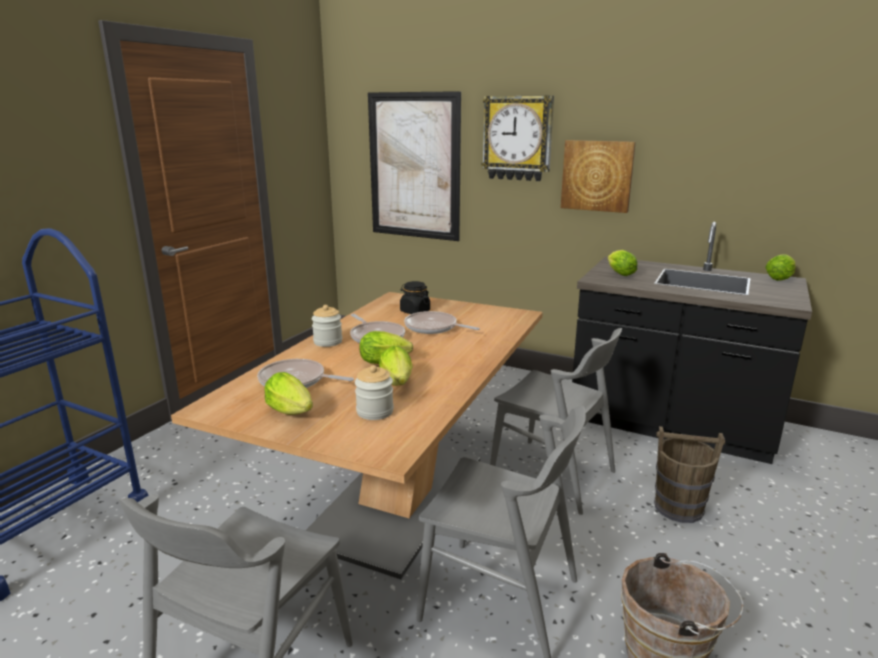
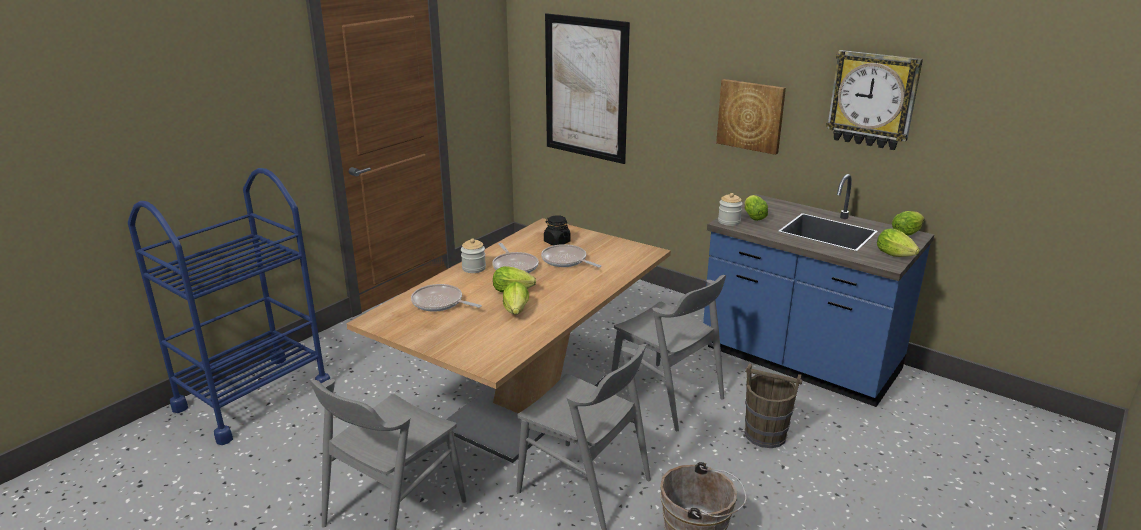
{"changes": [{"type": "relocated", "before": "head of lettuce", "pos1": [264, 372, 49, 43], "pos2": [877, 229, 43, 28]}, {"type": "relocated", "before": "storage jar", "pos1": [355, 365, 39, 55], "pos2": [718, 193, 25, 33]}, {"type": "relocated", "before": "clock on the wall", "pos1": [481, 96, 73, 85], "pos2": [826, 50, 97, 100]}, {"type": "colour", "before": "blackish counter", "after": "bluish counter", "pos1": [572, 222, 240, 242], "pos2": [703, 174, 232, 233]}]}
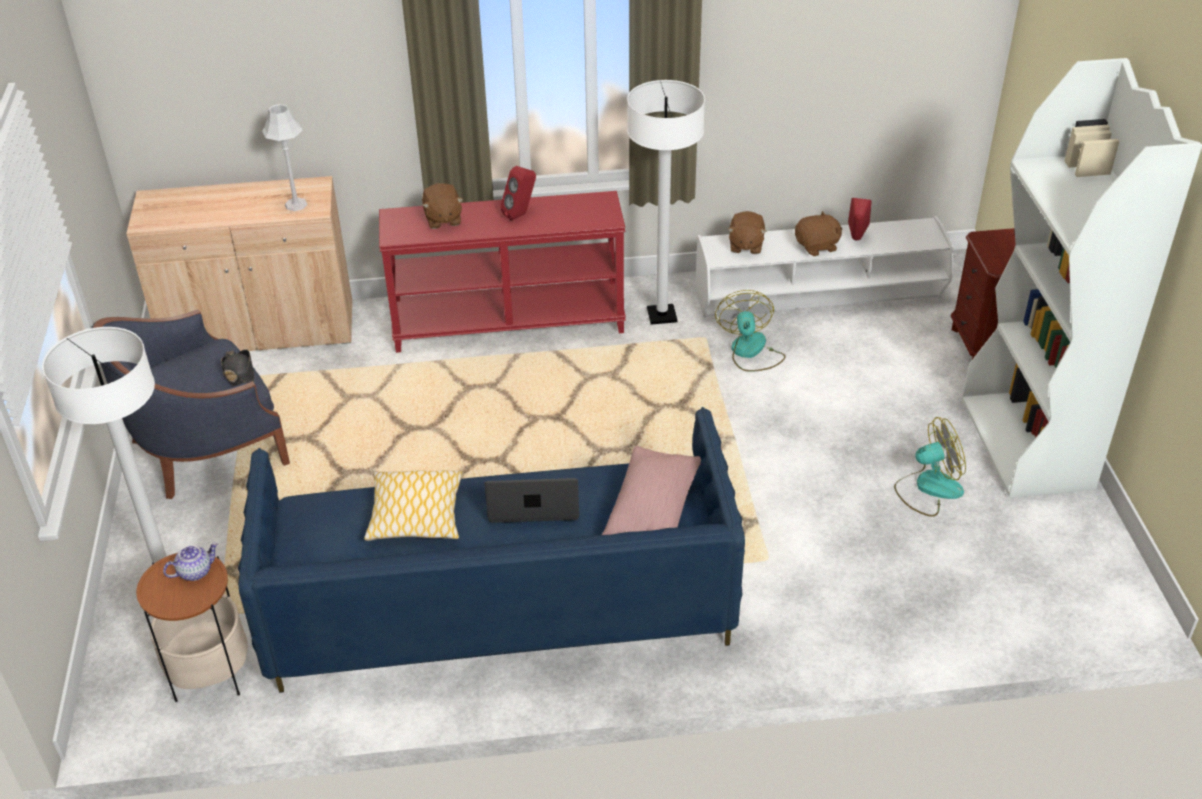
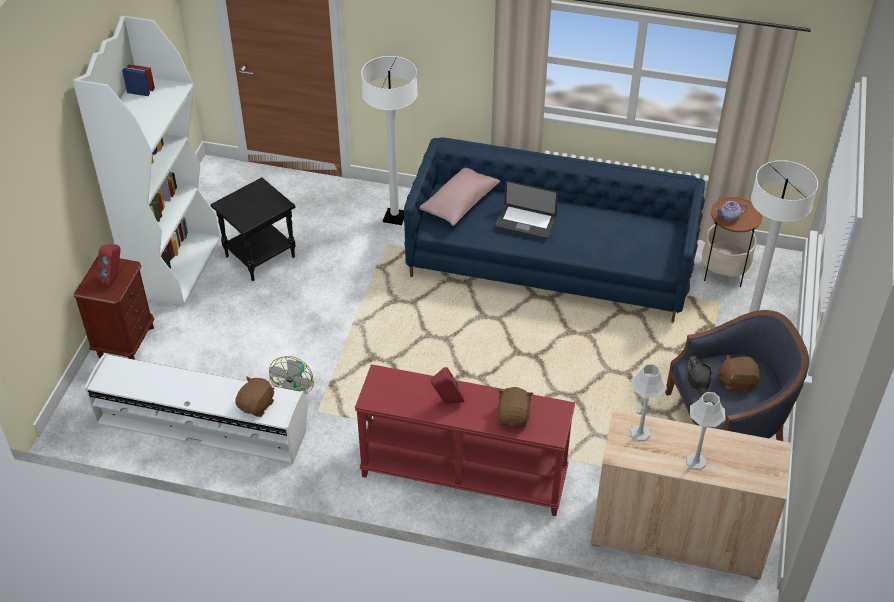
{"changes": [{"type": "missing", "before": "pillow", "pos1": [364, 470, 99, 71]}, {"type": "relocated", "before": "white standard lamp", "pos1": [627, 80, 78, 245], "pos2": [361, 56, 57, 169]}, {"type": "relocated", "before": "brownish cuddly toy", "pos1": [795, 211, 47, 45], "pos2": [716, 354, 44, 38]}, {"type": "relocated", "before": "red loudspeaker", "pos1": [848, 198, 24, 42], "pos2": [96, 244, 24, 42]}, {"type": "exchanged", "before": "electric fan", "after": "blackish accent table", "pos1": [894, 417, 72, 100], "pos2": [210, 177, 86, 104]}, {"type": "appeared", "after": "grey lamp for a table", "pos2": [686, 392, 39, 78]}]}
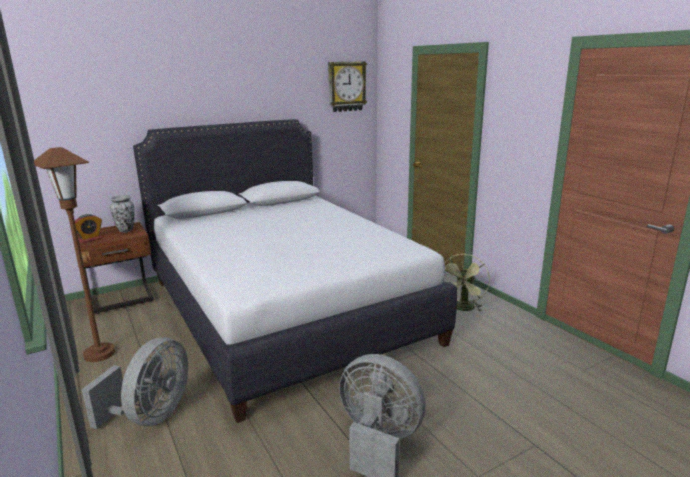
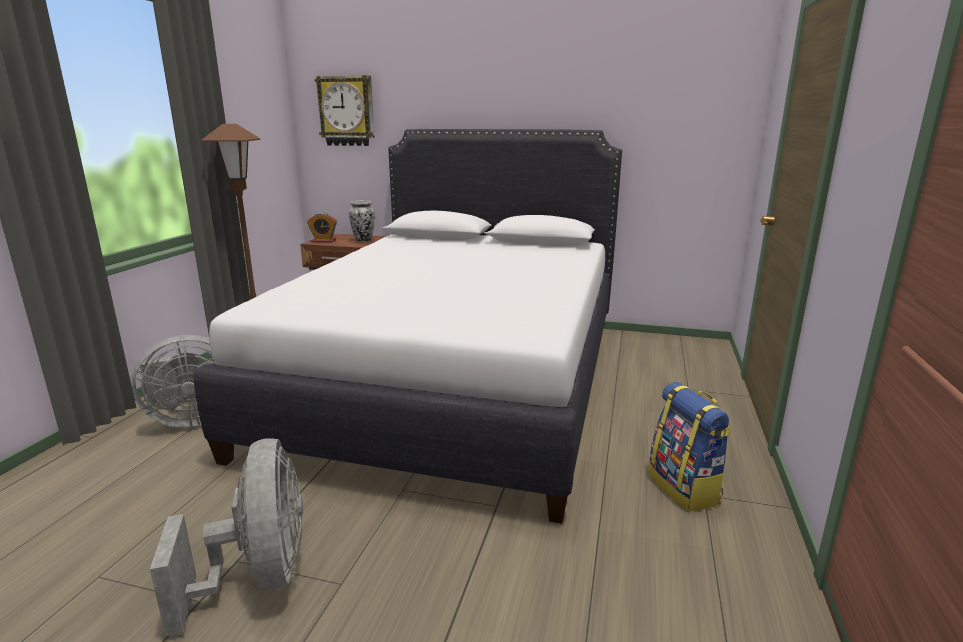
{"changes": [{"type": "relocated", "before": "clock on the wall", "pos1": [328, 62, 39, 50], "pos2": [315, 75, 60, 71]}, {"type": "exchanged", "before": "green electric fan", "after": "rucksack", "pos1": [445, 254, 45, 57], "pos2": [648, 382, 83, 130]}]}
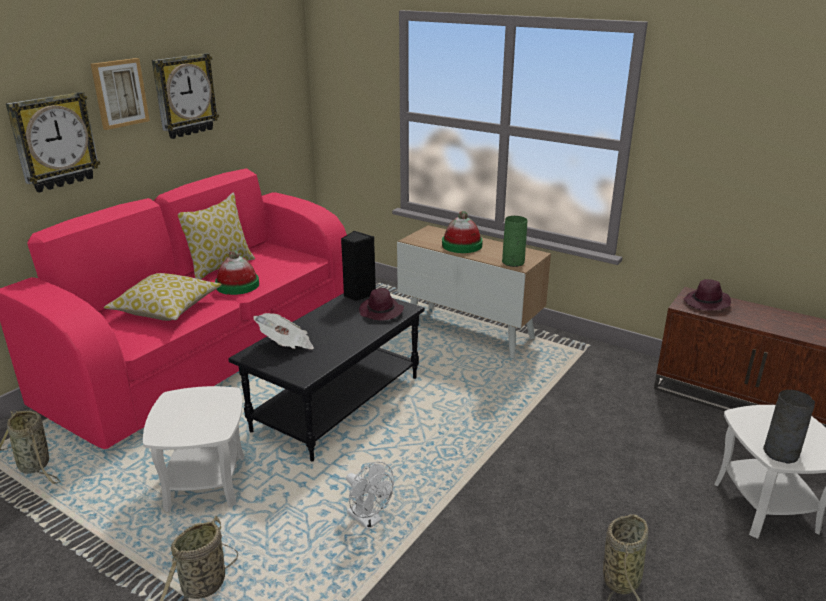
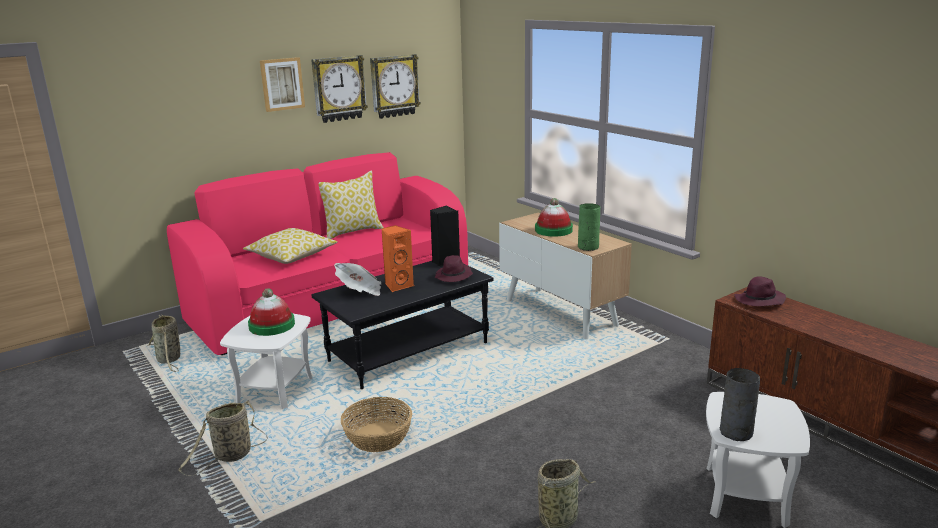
{"changes": [{"type": "relocated", "before": "clock on the wall", "pos1": [6, 92, 95, 101], "pos2": [370, 54, 51, 65]}, {"type": "relocated", "before": "hat", "pos1": [215, 250, 44, 45], "pos2": [248, 288, 47, 48]}, {"type": "exchanged", "before": "white electric fan", "after": "storage basket", "pos1": [346, 461, 48, 69], "pos2": [341, 397, 71, 55]}, {"type": "appeared", "after": "orange-coloured loudspeaker", "pos2": [381, 225, 33, 67]}]}
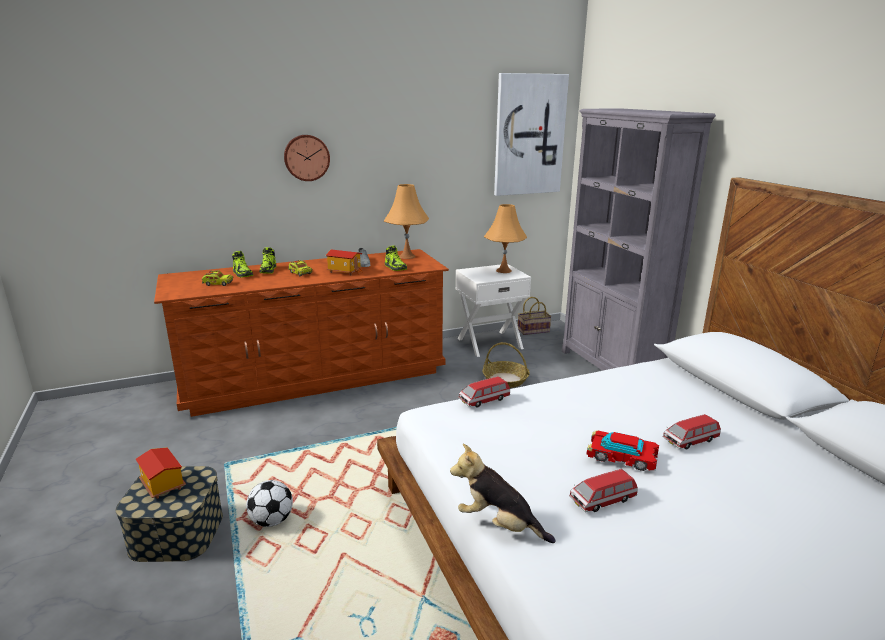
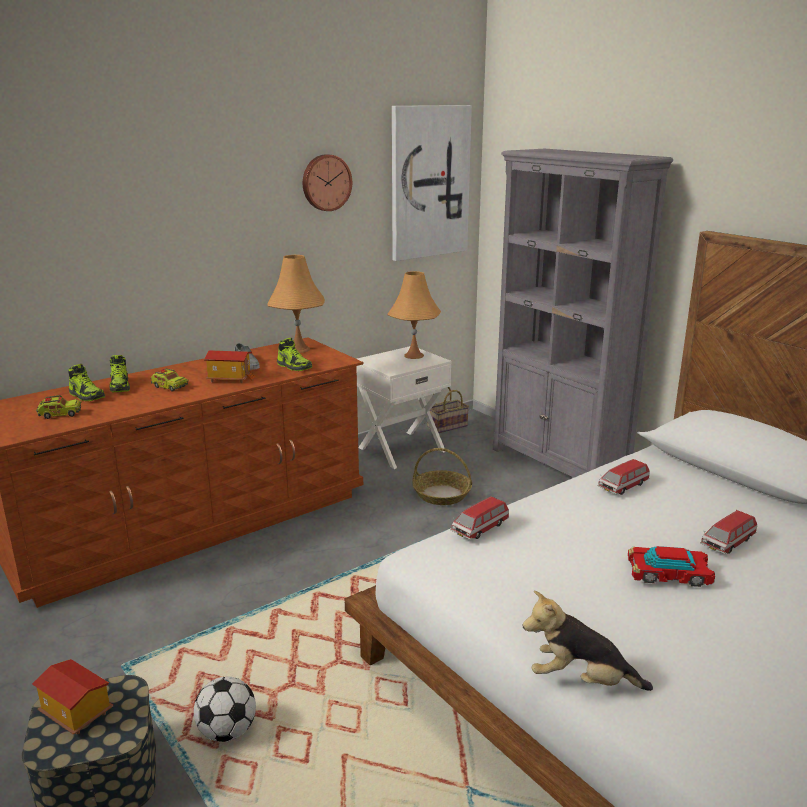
{"changes": [{"type": "relocated", "before": "clock on the wall", "pos1": [284, 135, 46, 46], "pos2": [303, 154, 49, 57]}, {"type": "relocated", "before": "toy car", "pos1": [569, 469, 69, 43], "pos2": [598, 459, 52, 36]}]}
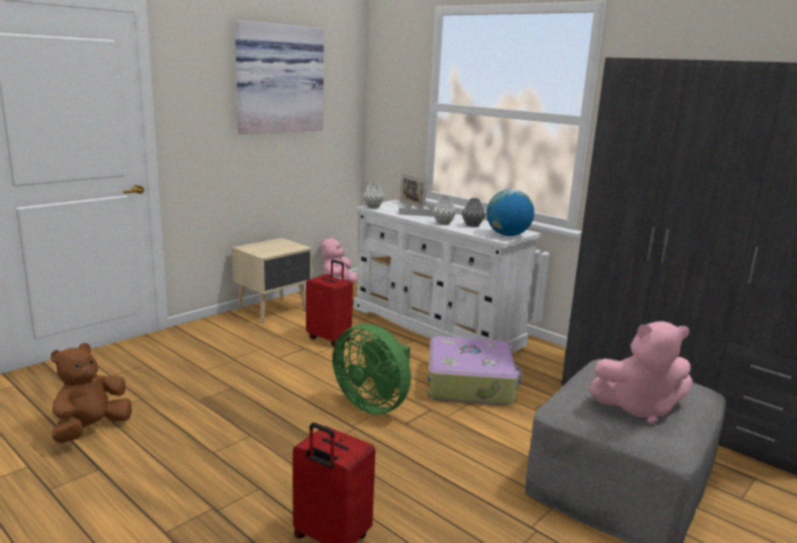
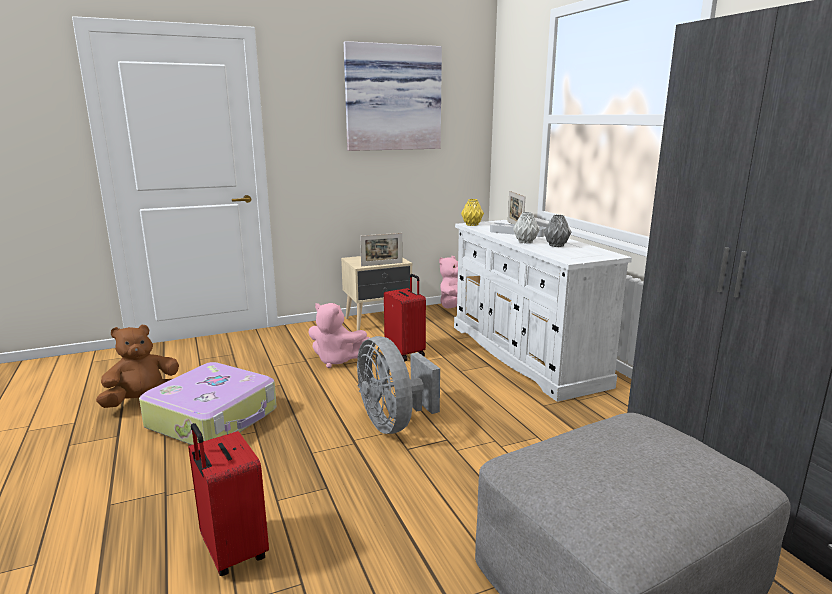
{"changes": [{"type": "colour", "before": "green electric fan", "after": "grey electric fan", "pos1": [333, 324, 78, 90], "pos2": [357, 336, 83, 98]}, {"type": "colour", "before": "grey flower vase", "after": "yellow flower vase", "pos1": [363, 182, 22, 27], "pos2": [461, 199, 23, 27]}, {"type": "relocated", "before": "piece of luggage", "pos1": [427, 336, 95, 69], "pos2": [139, 362, 138, 83]}, {"type": "missing", "before": "world globe", "pos1": [486, 189, 48, 47]}, {"type": "relocated", "before": "pink-coloured cuddly toy", "pos1": [589, 321, 104, 103], "pos2": [308, 303, 62, 65]}, {"type": "appeared", "after": "standing frame", "pos2": [360, 233, 43, 33]}]}
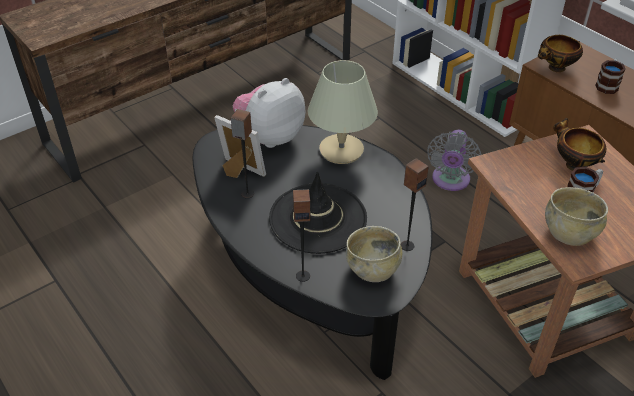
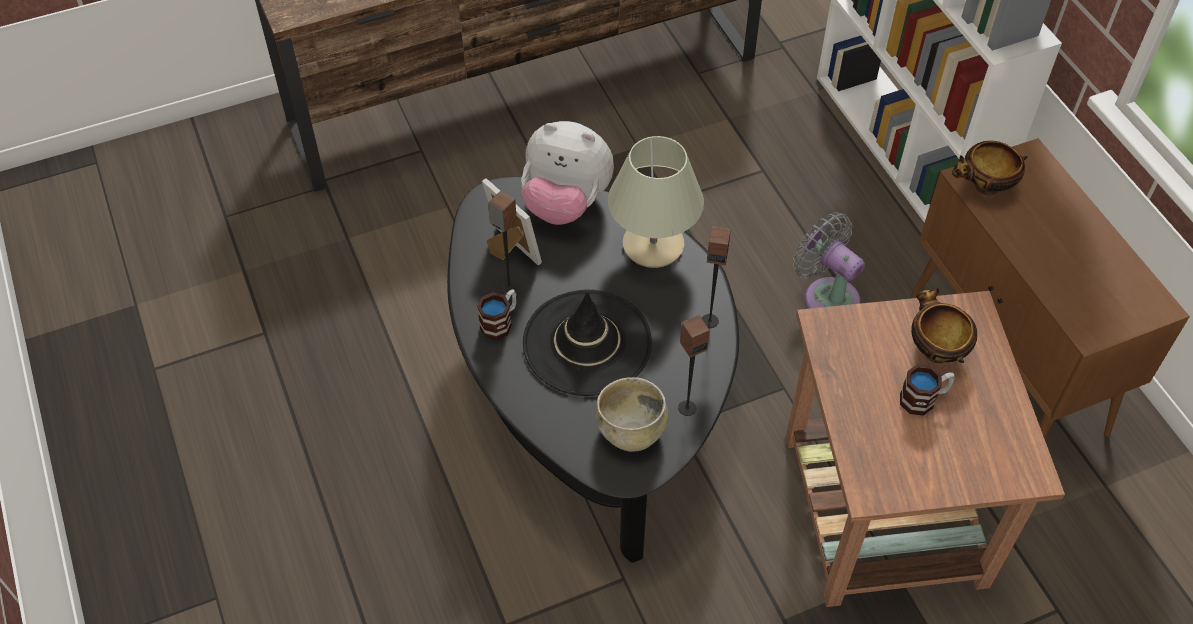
{"changes": [{"type": "spun", "before": "cuddly toy", "pos1": [232, 78, 73, 70], "pos2": [521, 121, 93, 104], "turn": -135}, {"type": "relocated", "before": "loudspeaker", "pos1": [293, 189, 17, 93], "pos2": [702, 226, 29, 102]}, {"type": "spun", "before": "grey electric fan", "pos1": [427, 130, 54, 61], "pos2": [793, 212, 72, 97], "turn": 105}, {"type": "missing", "before": "sand-coloured serving bowl", "pos1": [545, 187, 63, 59]}, {"type": "relocated", "before": "mug", "pos1": [595, 58, 31, 36], "pos2": [477, 289, 39, 51]}]}
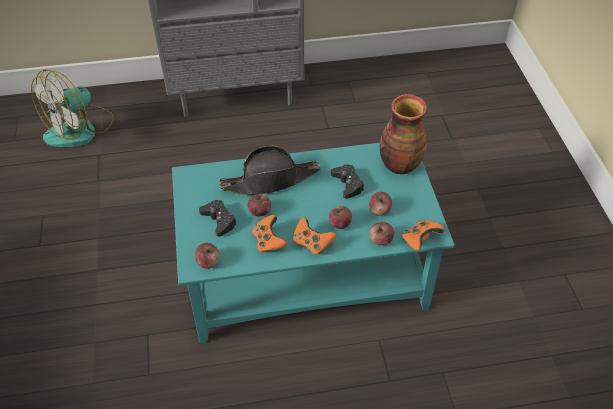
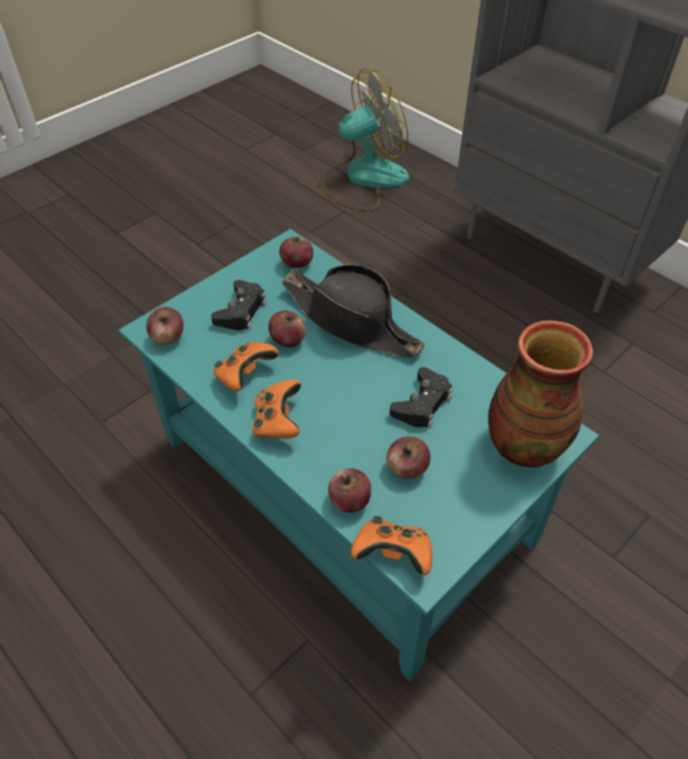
{"changes": [{"type": "spun", "before": "electric fan", "pos1": [31, 69, 84, 78], "pos2": [318, 69, 91, 142], "turn": 150}, {"type": "relocated", "before": "apple", "pos1": [329, 206, 23, 23], "pos2": [279, 236, 34, 32]}]}
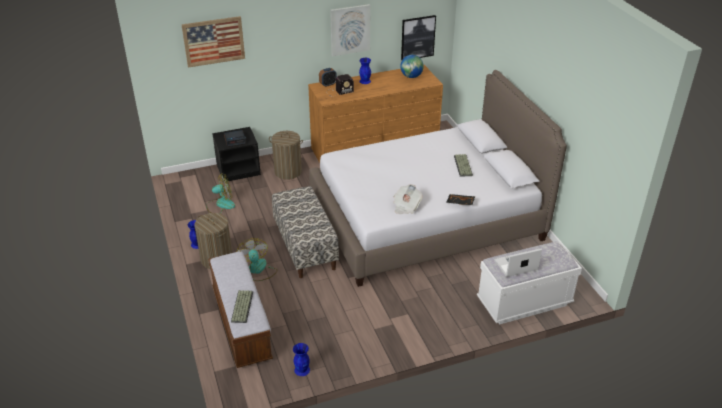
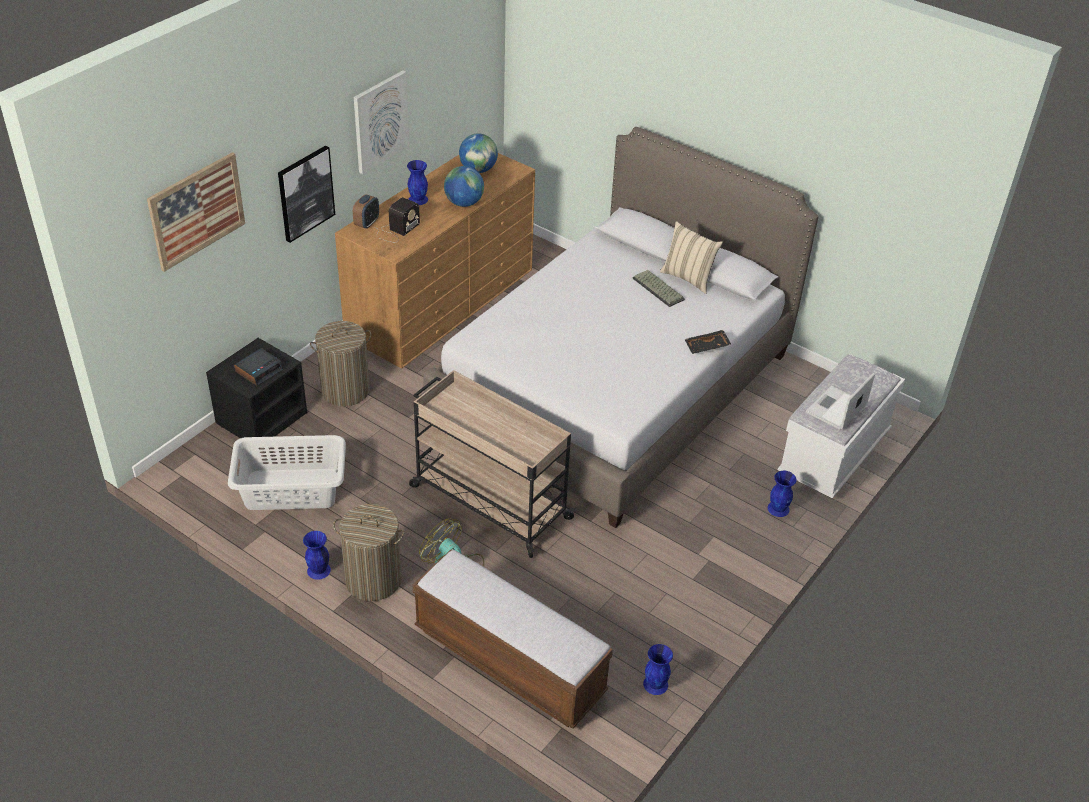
{"changes": [{"type": "exchanged", "before": "electric fan", "after": "grey washing basket", "pos1": [206, 173, 29, 41], "pos2": [228, 435, 118, 75]}, {"type": "missing", "before": "computer keyboard", "pos1": [231, 290, 22, 33]}, {"type": "exchanged", "before": "bench", "after": "sand-coloured cart", "pos1": [272, 186, 67, 92], "pos2": [409, 370, 167, 188]}, {"type": "missing", "before": "printed paper", "pos1": [393, 184, 30, 30]}, {"type": "relocated", "before": "wall art", "pos1": [401, 15, 35, 45], "pos2": [278, 146, 57, 97]}, {"type": "appeared", "after": "world globe", "pos2": [444, 166, 40, 41]}, {"type": "appeared", "after": "sand-coloured pillow", "pos2": [660, 221, 63, 73]}, {"type": "appeared", "after": "bluish flower vase", "pos2": [768, 471, 29, 46]}]}
